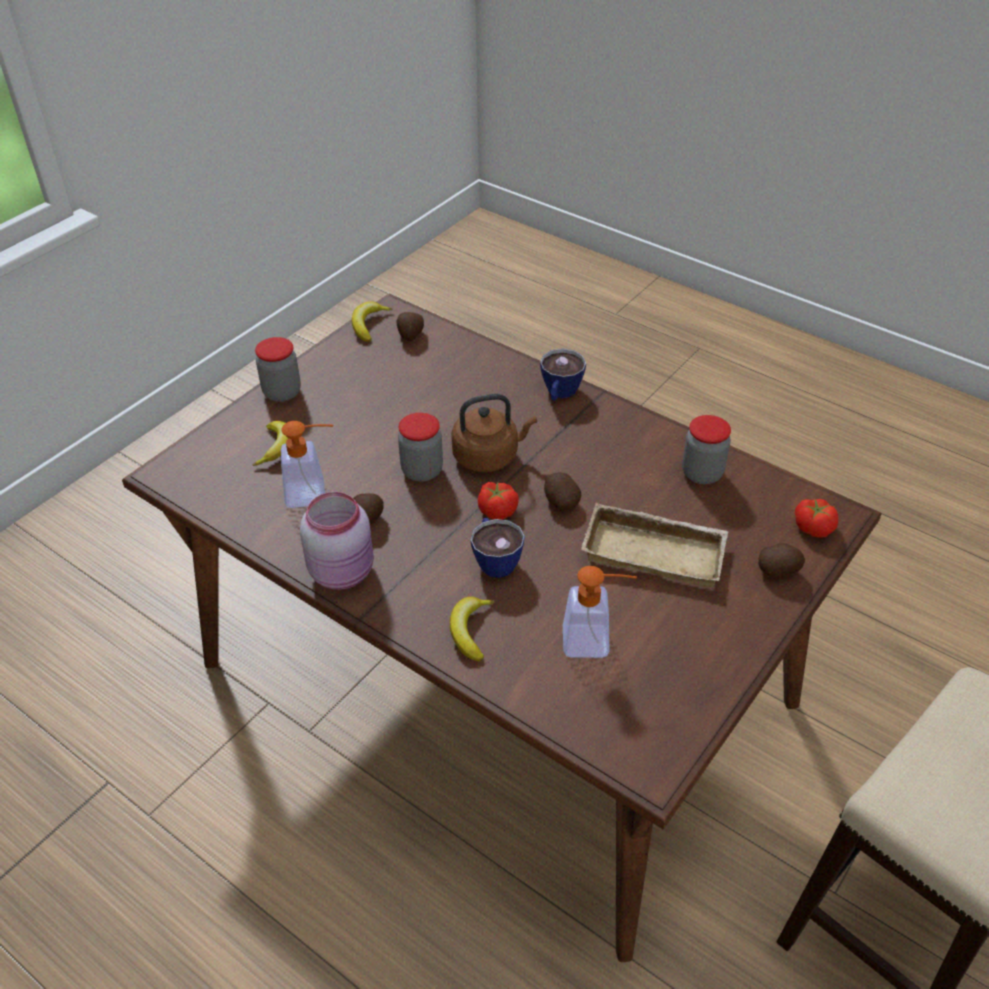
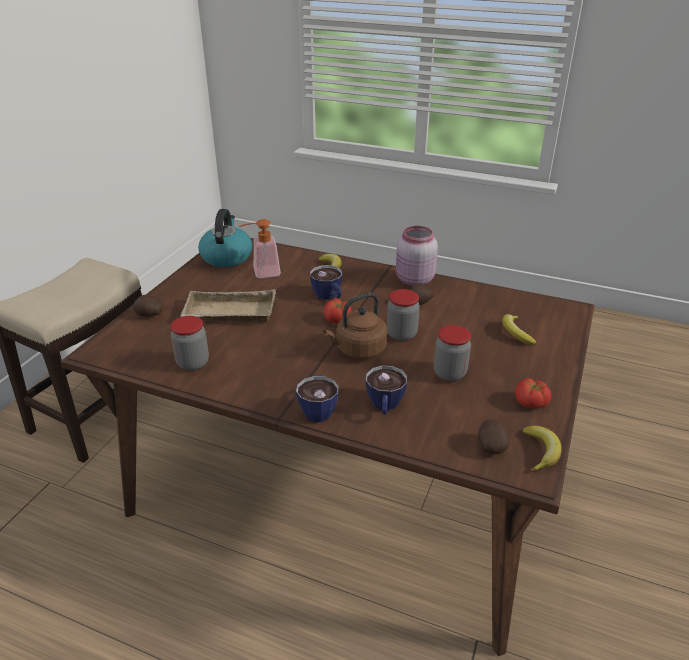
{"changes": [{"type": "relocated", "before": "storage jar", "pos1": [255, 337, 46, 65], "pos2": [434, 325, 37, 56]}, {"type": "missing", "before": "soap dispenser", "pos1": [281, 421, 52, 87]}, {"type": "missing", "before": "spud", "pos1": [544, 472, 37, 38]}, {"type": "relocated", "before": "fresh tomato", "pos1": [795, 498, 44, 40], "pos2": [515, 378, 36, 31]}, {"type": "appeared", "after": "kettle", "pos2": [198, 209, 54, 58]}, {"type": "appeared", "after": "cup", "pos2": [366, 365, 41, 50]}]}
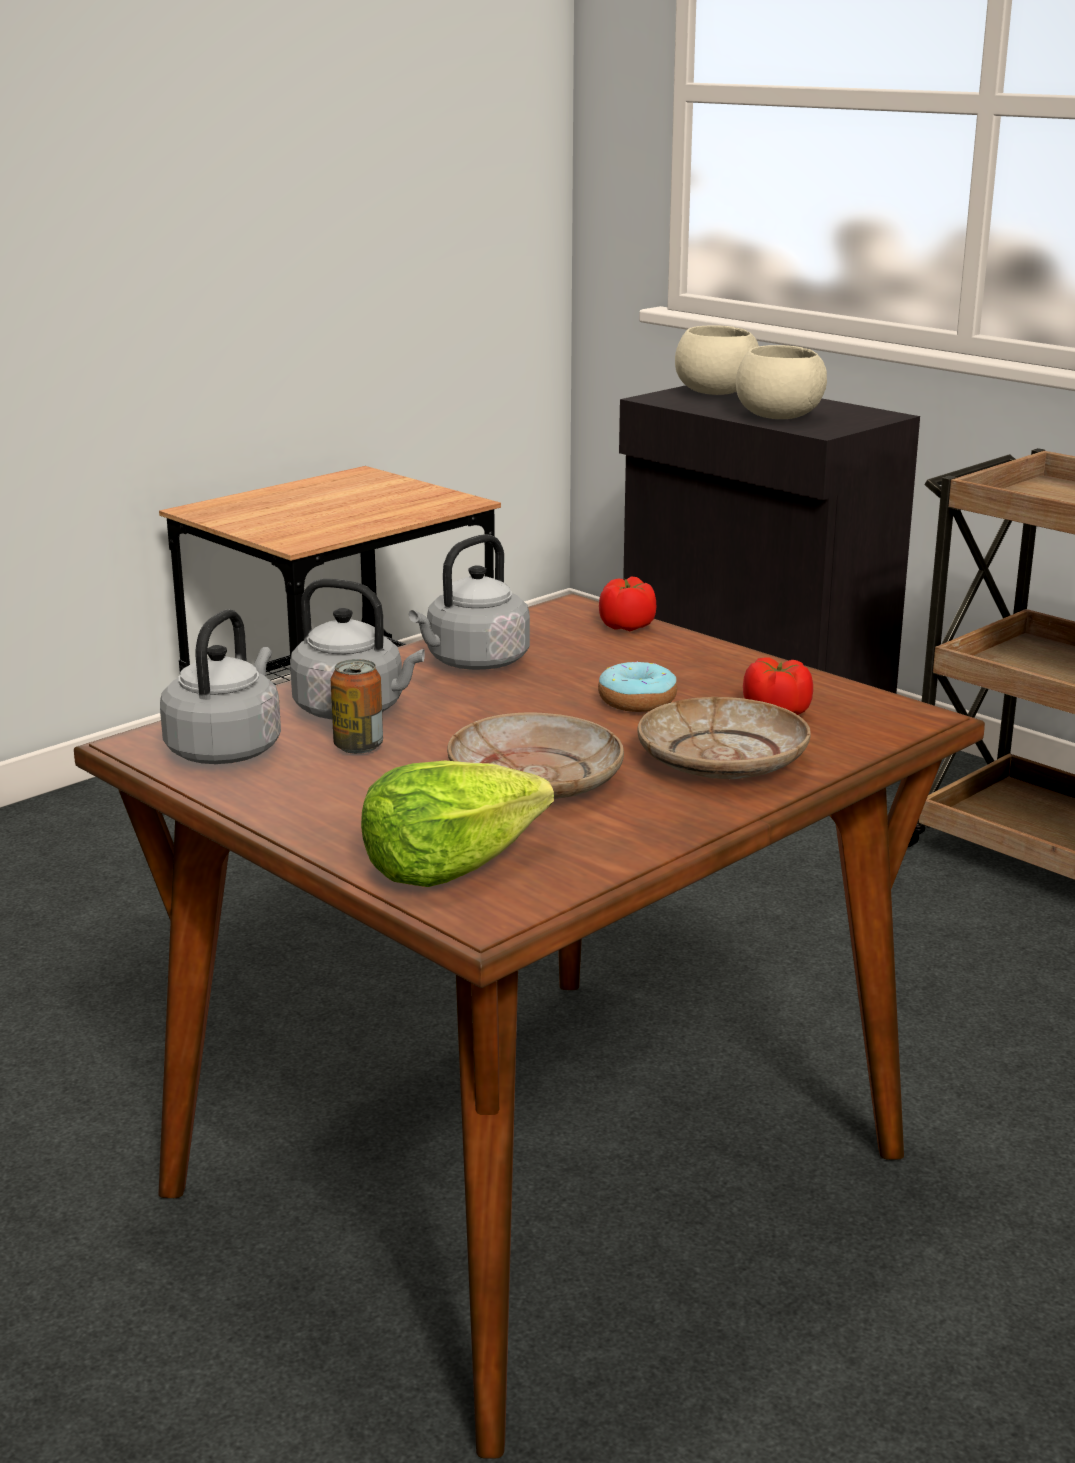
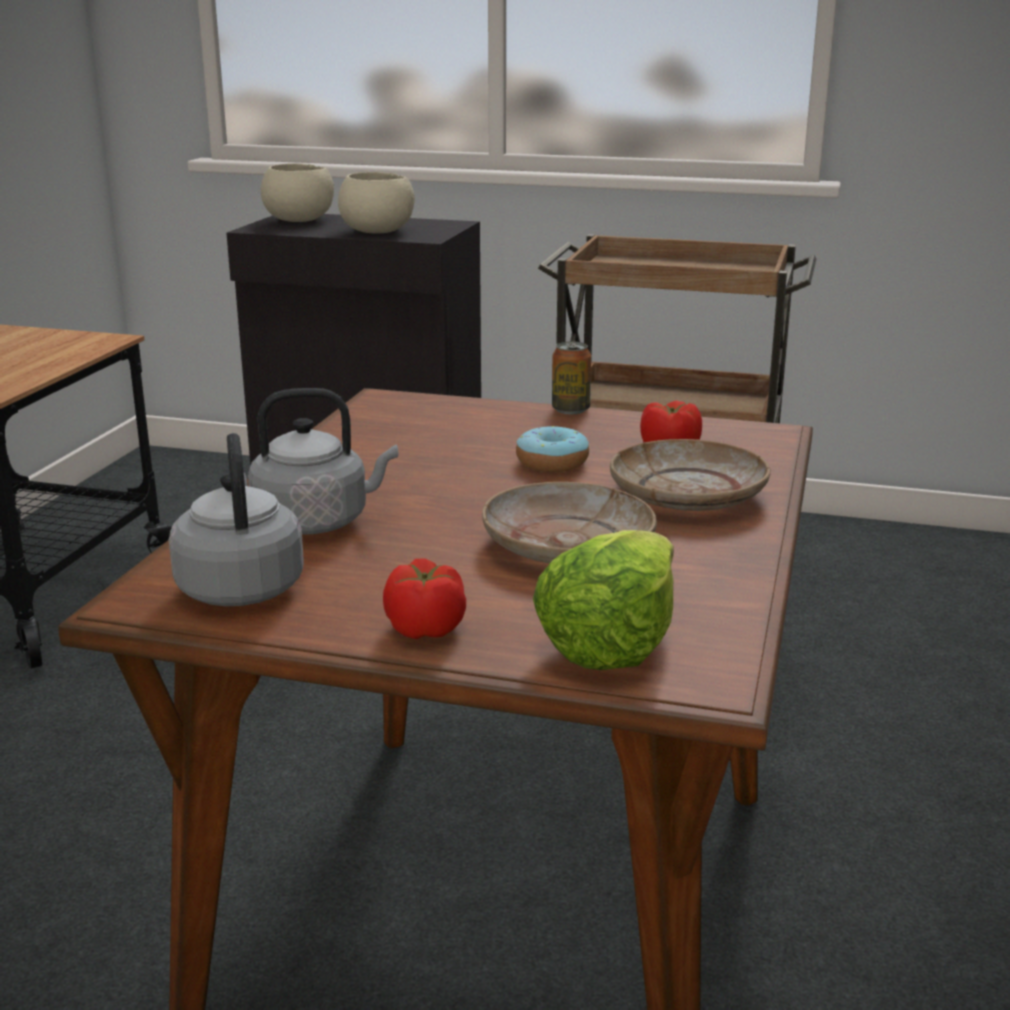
{"changes": [{"type": "relocated", "before": "sealed can", "pos1": [331, 659, 52, 95], "pos2": [552, 342, 39, 72]}, {"type": "missing", "before": "grey kettle", "pos1": [409, 534, 121, 136]}, {"type": "relocated", "before": "fresh tomato", "pos1": [599, 576, 57, 55], "pos2": [383, 558, 83, 81]}]}
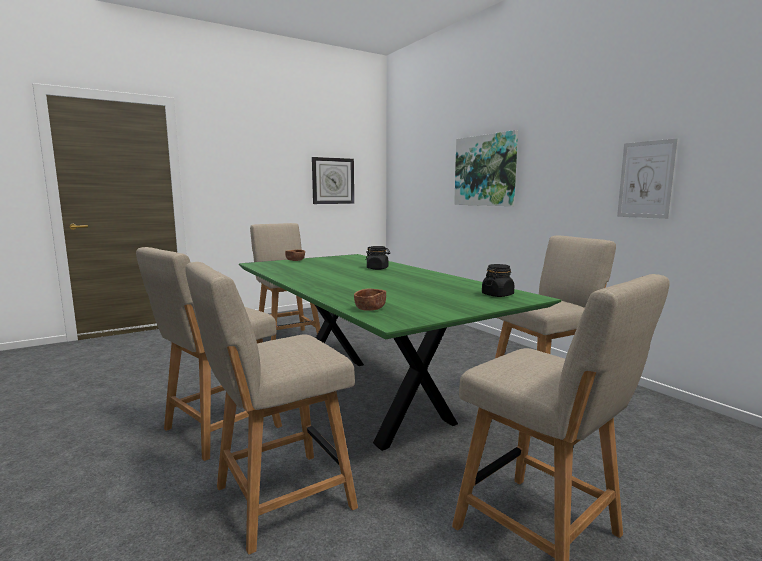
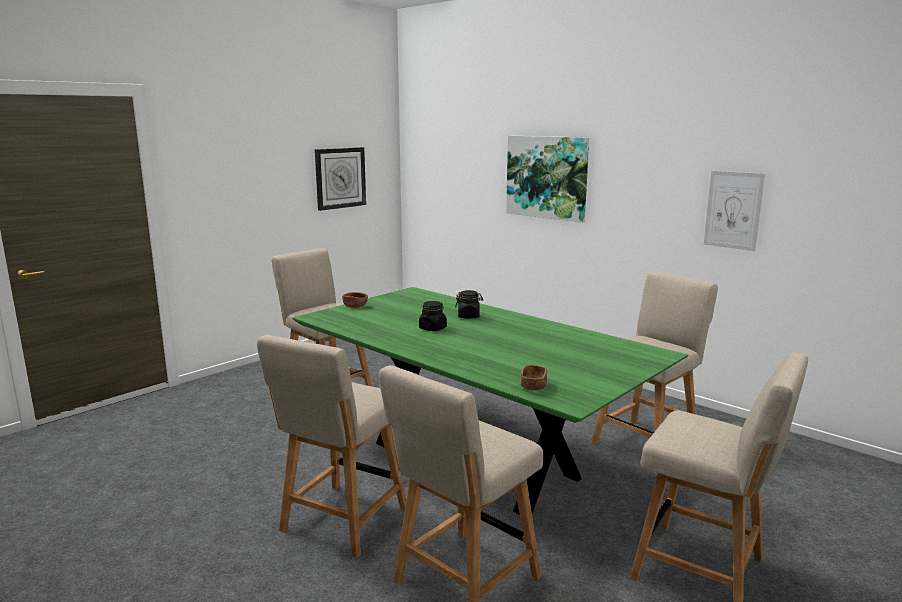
{"changes": [{"type": "relocated", "before": "blackish storage jar", "pos1": [482, 264, 33, 33], "pos2": [419, 301, 28, 30]}]}
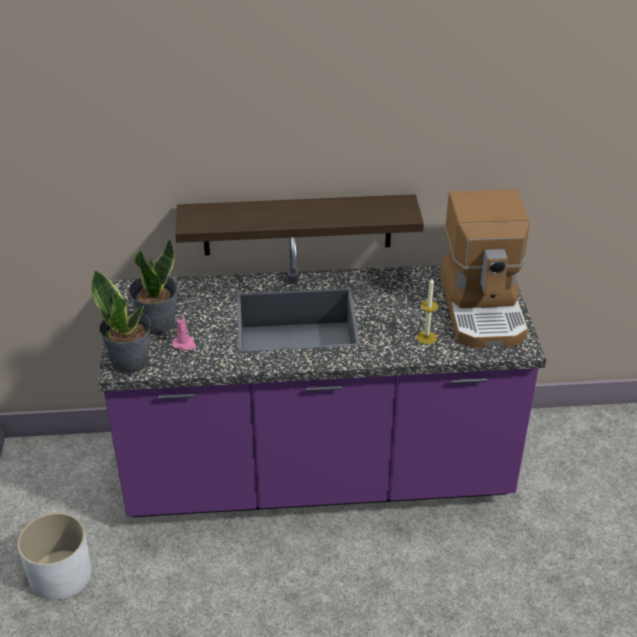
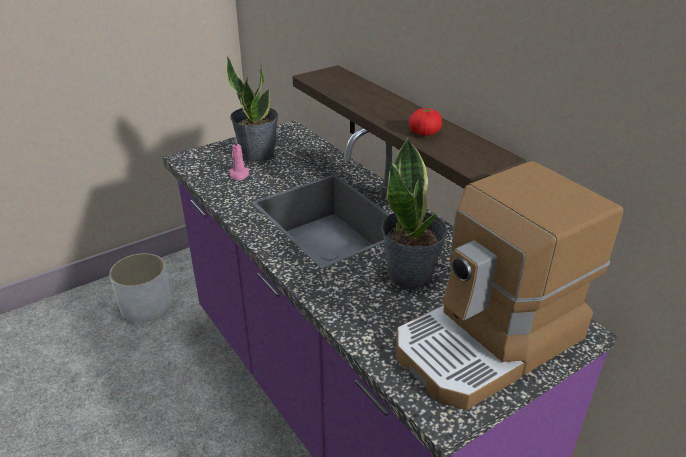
{"changes": [{"type": "relocated", "before": "plant in a pot", "pos1": [91, 270, 60, 104], "pos2": [381, 138, 67, 151]}, {"type": "missing", "before": "wax light", "pos1": [417, 278, 21, 66]}, {"type": "appeared", "after": "fresh tomato", "pos2": [408, 108, 34, 28]}]}
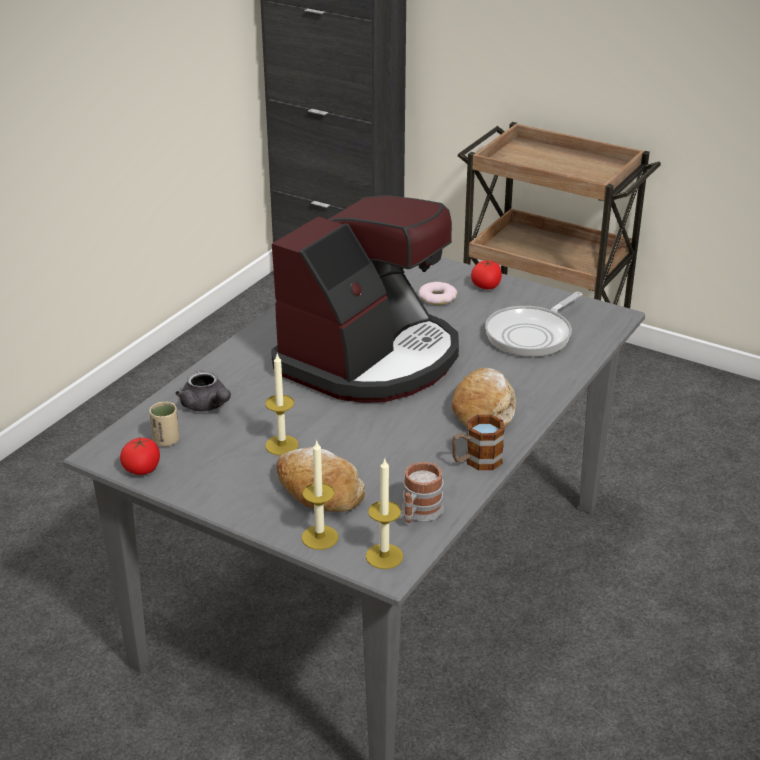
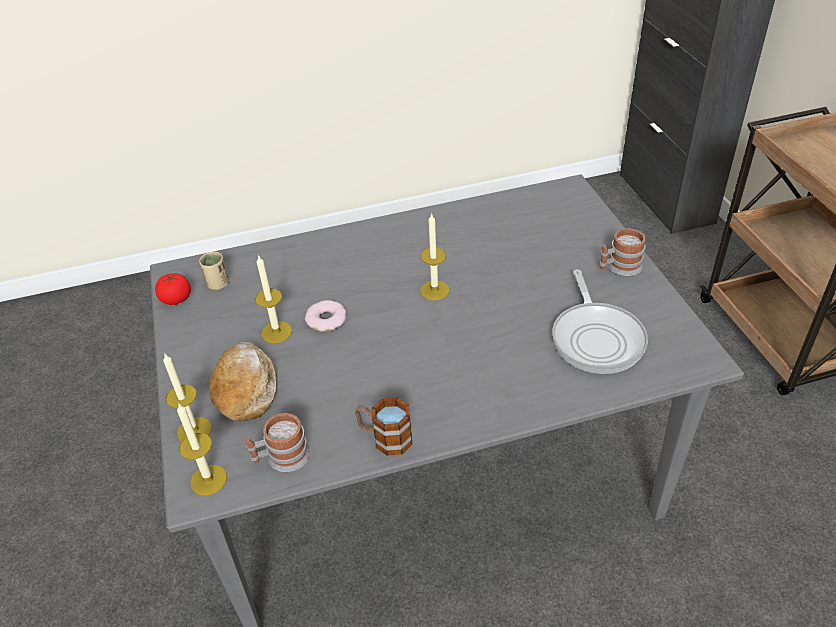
{"changes": [{"type": "missing", "before": "grey pot for tea", "pos1": [176, 370, 55, 42]}, {"type": "exchanged", "before": "coffee maker", "after": "wax light", "pos1": [271, 195, 188, 208], "pos2": [420, 213, 29, 87]}, {"type": "relocated", "before": "donut", "pos1": [418, 282, 39, 23], "pos2": [305, 300, 42, 32]}, {"type": "missing", "before": "baked bread", "pos1": [452, 368, 64, 61]}, {"type": "exchanged", "before": "fresh tomato", "after": "mug", "pos1": [471, 260, 31, 29], "pos2": [599, 228, 46, 48]}, {"type": "spun", "before": "frying pan", "pos1": [485, 292, 97, 65], "pos2": [552, 269, 96, 105], "turn": -90}]}
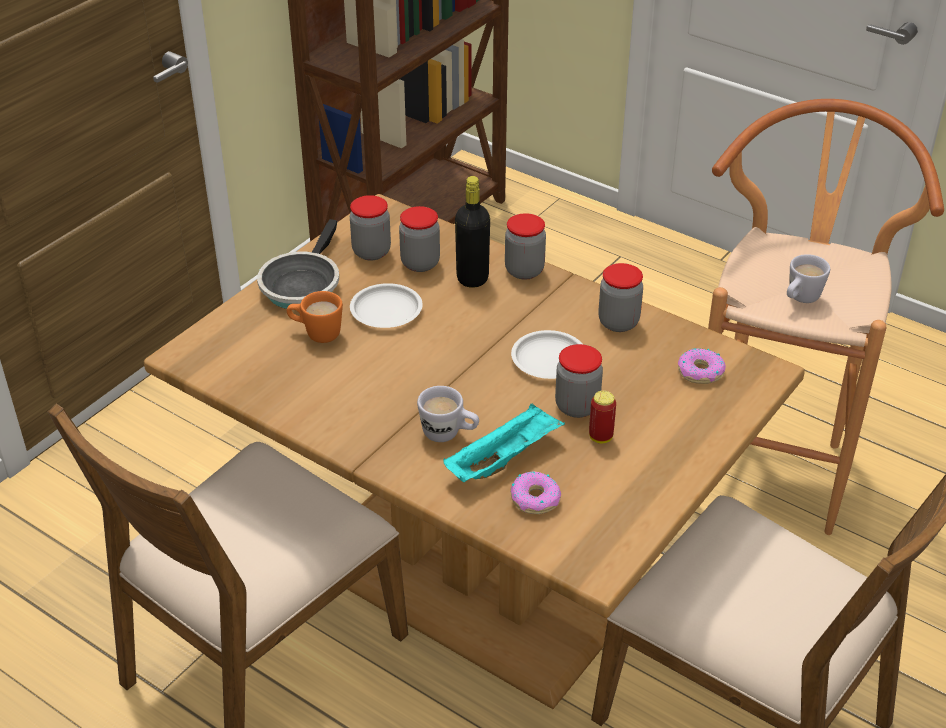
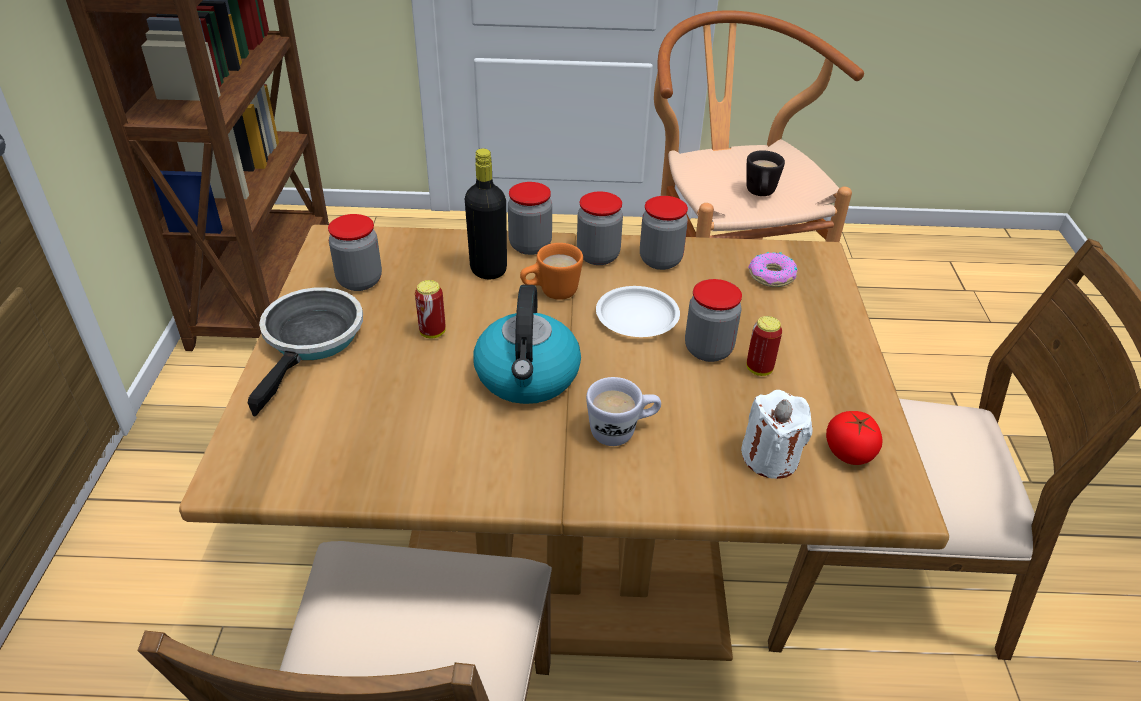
{"changes": [{"type": "spun", "before": "frying pan", "pos1": [257, 219, 82, 90], "pos2": [248, 287, 115, 130], "turn": -150}, {"type": "relocated", "before": "orange-coloured mug", "pos1": [287, 291, 56, 52], "pos2": [520, 243, 63, 57]}, {"type": "exchanged", "before": "white plate", "after": "sealed can", "pos1": [350, 283, 73, 45], "pos2": [415, 280, 31, 59]}, {"type": "relocated", "before": "storage jar", "pos1": [399, 206, 41, 66], "pos2": [577, 191, 46, 74]}, {"type": "missing", "before": "turquoise serving tray", "pos1": [443, 403, 122, 79]}, {"type": "exchanged", "before": "donut", "after": "white wax light", "pos1": [511, 471, 50, 43], "pos2": [741, 390, 72, 89]}, {"type": "colour", "before": "white mug", "after": "blackish mug", "pos1": [787, 254, 43, 49], "pos2": [746, 150, 39, 46]}, {"type": "appeared", "after": "kettle", "pos2": [473, 285, 108, 119]}, {"type": "appeared", "after": "fresh tomato", "pos2": [826, 411, 57, 54]}]}
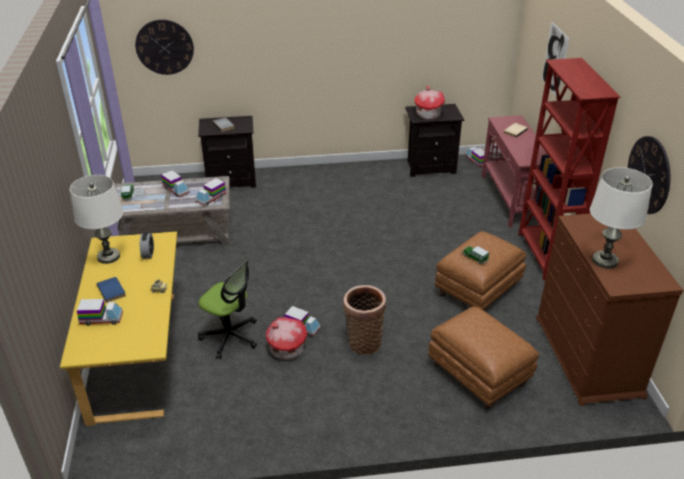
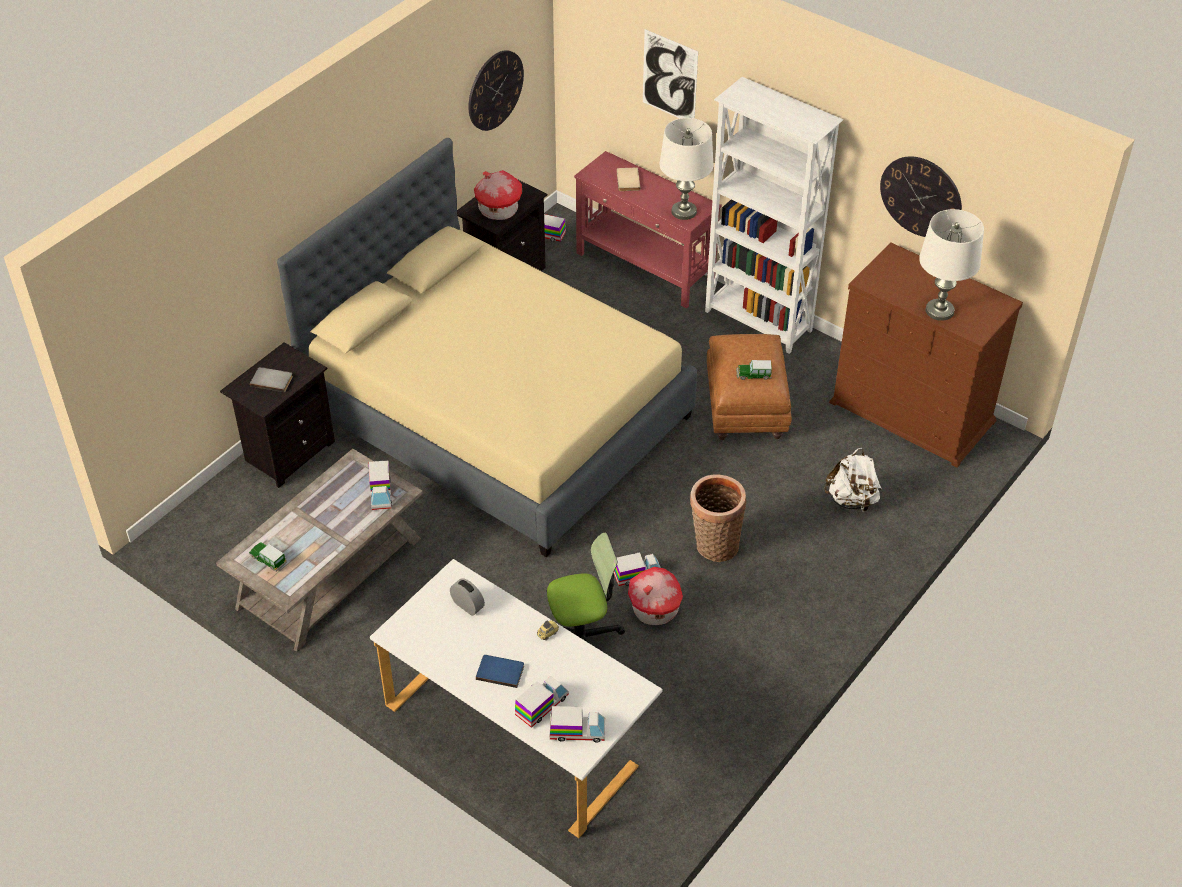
{"changes": [{"type": "colour", "before": "yellow desk unit", "after": "white desk unit", "pos1": [60, 232, 117, 194], "pos2": [370, 559, 293, 279]}, {"type": "relocated", "before": "white lamp for a table", "pos1": [70, 175, 53, 89], "pos2": [659, 118, 55, 102]}, {"type": "relocated", "before": "clock on the wall", "pos1": [135, 19, 59, 56], "pos2": [469, 50, 55, 81]}, {"type": "relocated", "before": "toy truck", "pos1": [161, 170, 29, 27], "pos2": [550, 706, 55, 36]}, {"type": "exchanged", "before": "brownish pouffe", "after": "white rucksack", "pos1": [428, 306, 111, 103], "pos2": [824, 448, 58, 63]}, {"type": "colour", "before": "red bookcase", "after": "white bookcase", "pos1": [518, 58, 102, 222], "pos2": [705, 77, 138, 277]}, {"type": "appeared", "after": "sand-coloured bed", "pos2": [277, 138, 420, 419]}]}
